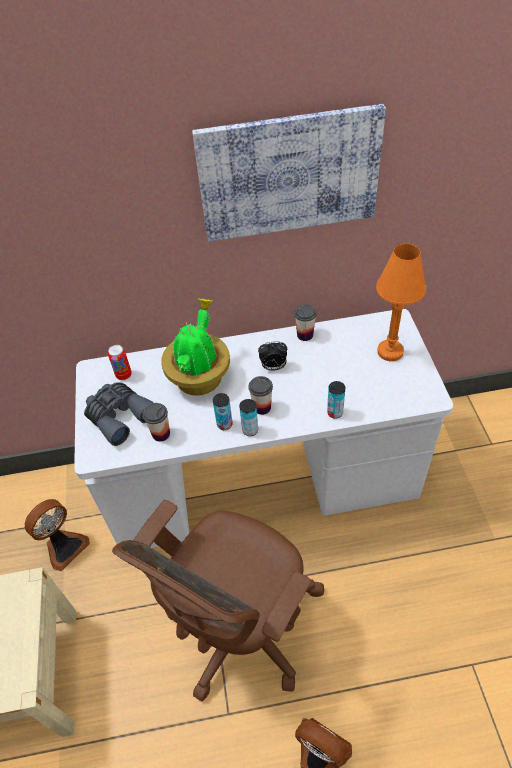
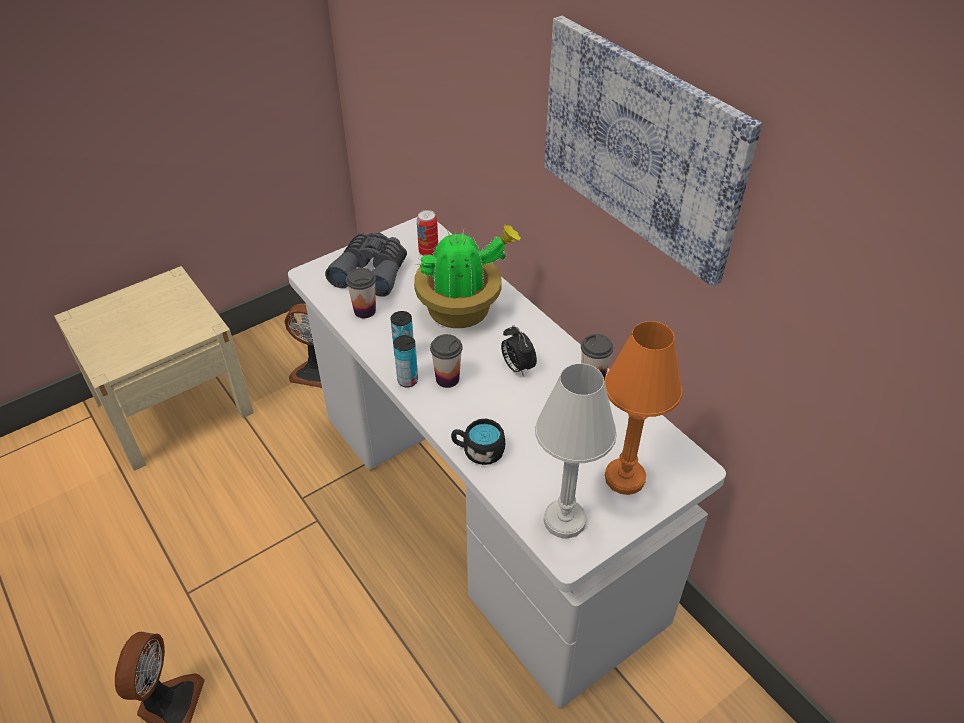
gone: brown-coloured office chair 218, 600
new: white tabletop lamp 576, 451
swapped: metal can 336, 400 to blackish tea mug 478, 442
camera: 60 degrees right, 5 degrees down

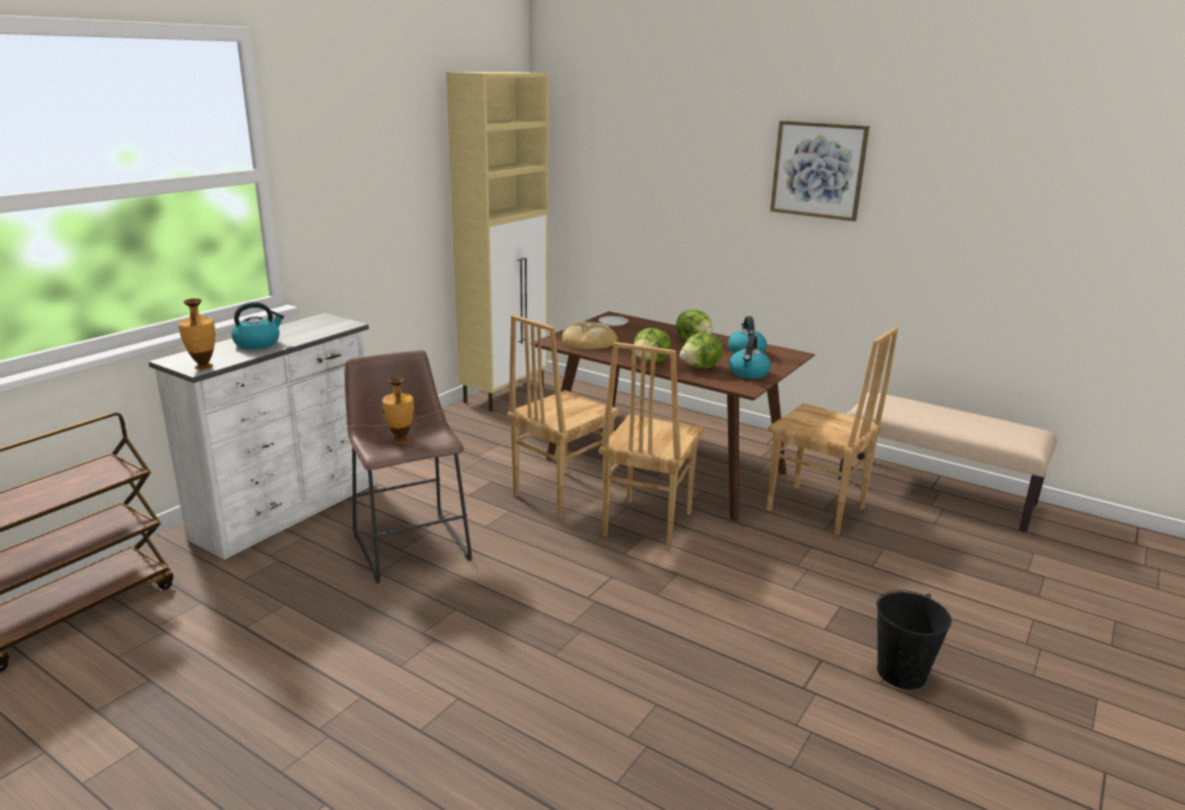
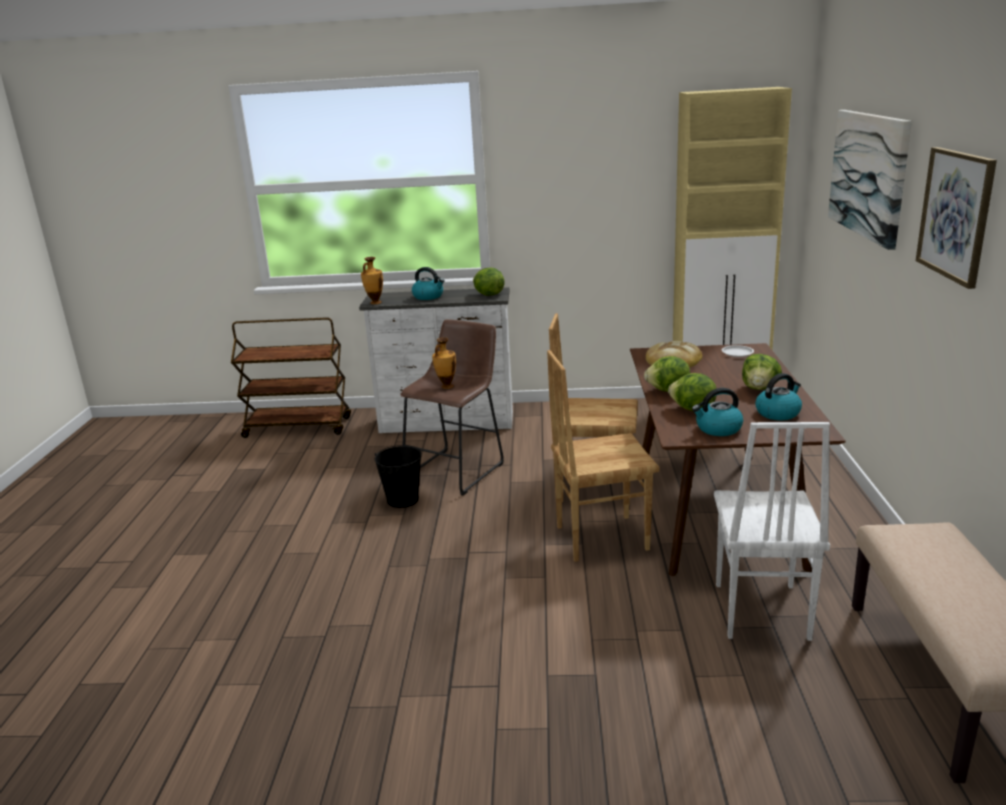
new: picture 870, 180; lettuce 489, 282
shifted: blackish pail 914, 639 to 398, 476
repainted: brown-coloured plain chair 832, 431 to white plain chair 772, 531
camera: 60 degrees right, 0 degrees up

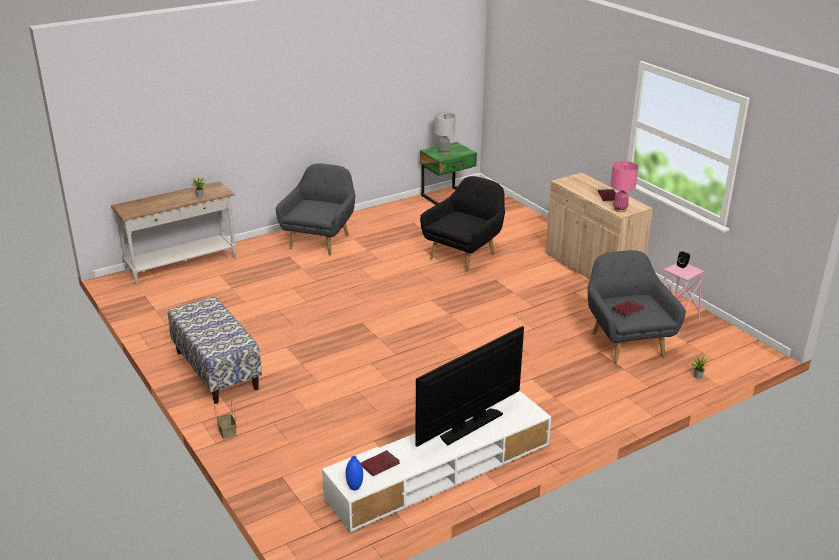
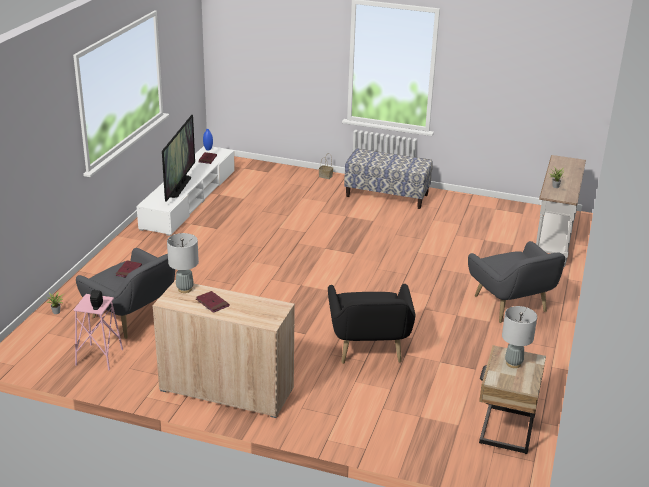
repainted: green-coloured nightstand 448, 173 to sand-coloured nightstand 512, 399; pink-coloured tabletop lamp 624, 186 to greyish tabletop lamp 183, 263
camera: 140 degrees right, 0 degrees up

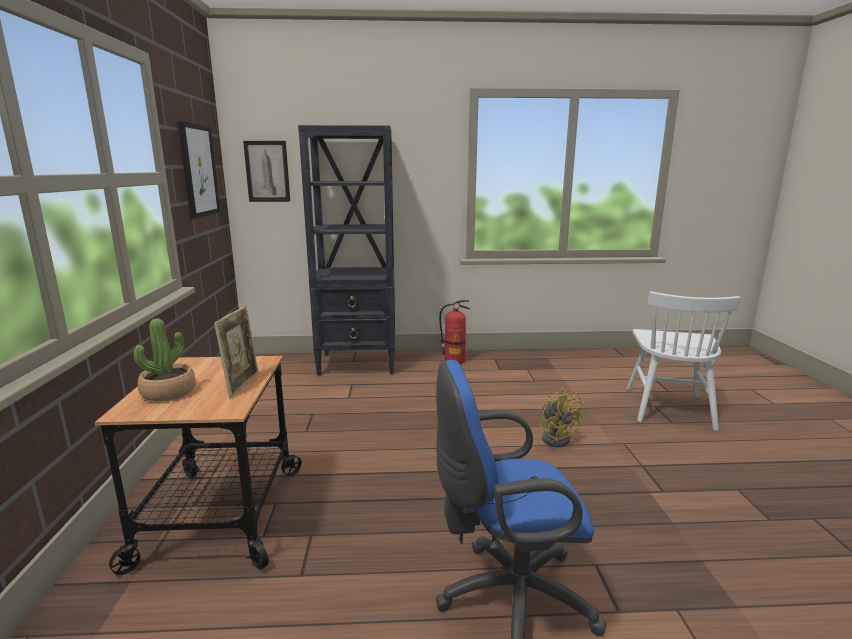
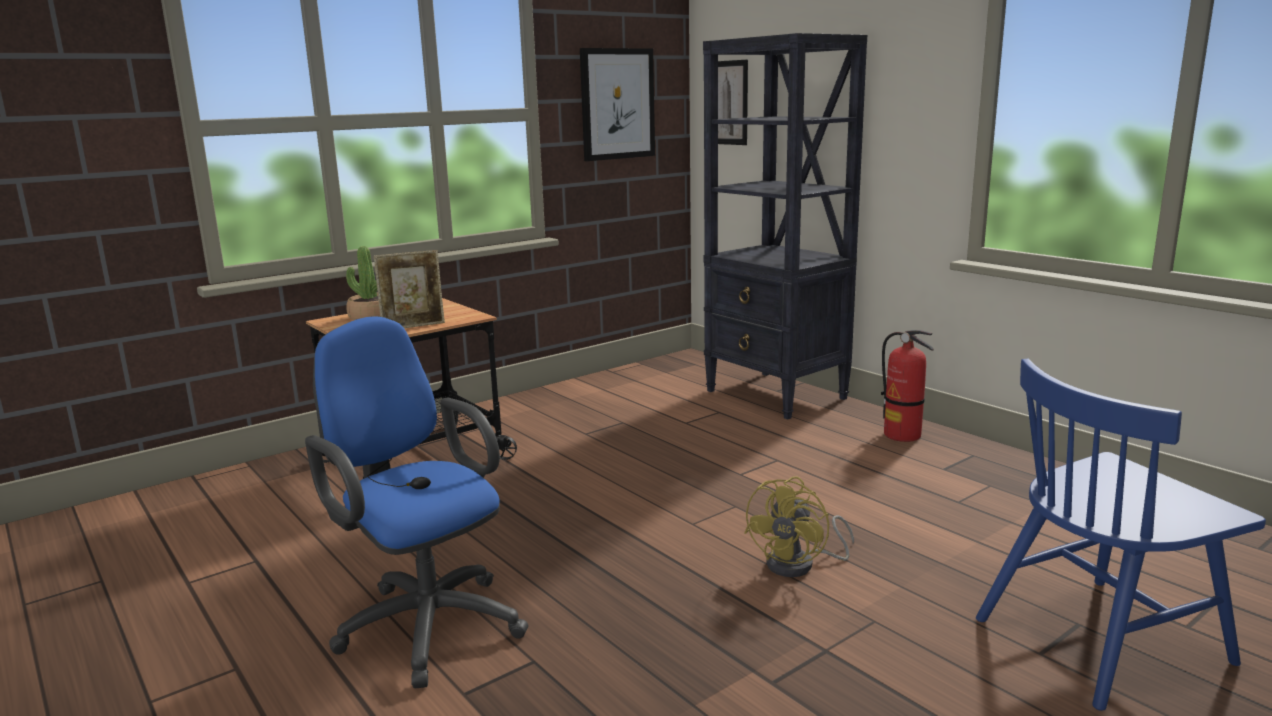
repainted: white plain chair 683, 361 to blue-coloured plain chair 1121, 535
camera: 55 degrees right, 0 degrees up

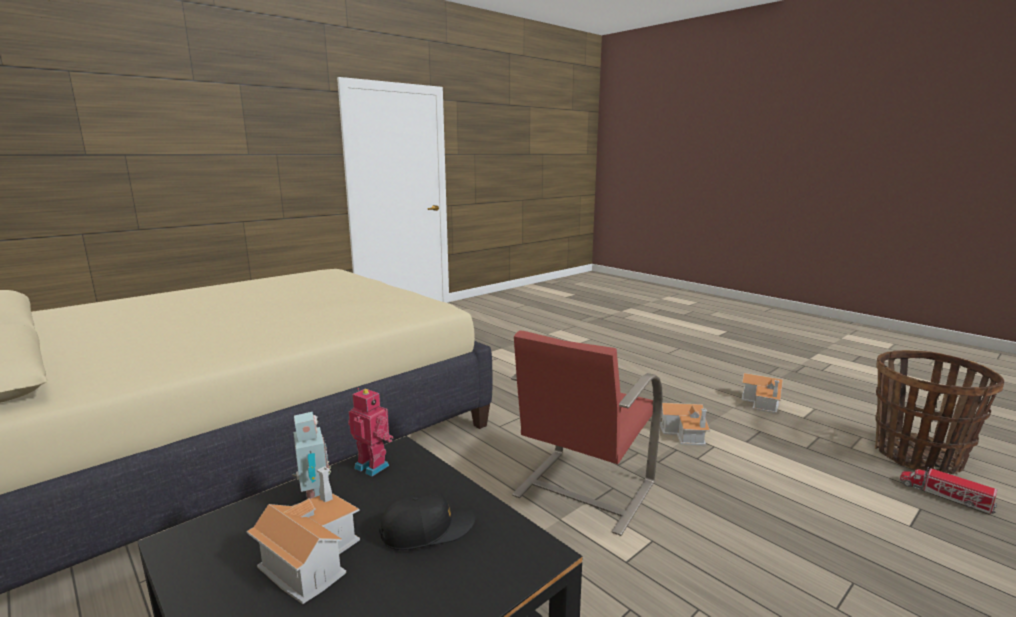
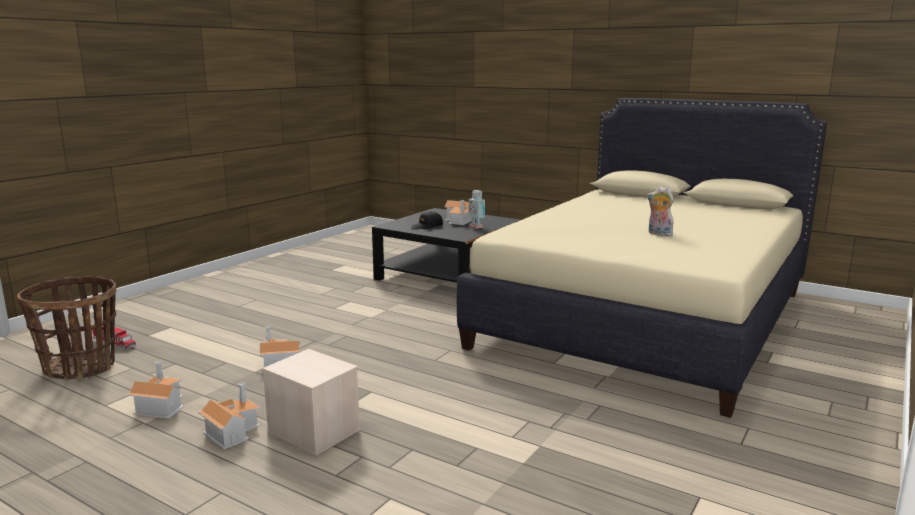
gone: red plain chair 587, 433; robot figure 370, 432
new: plush toy 660, 211; sand-coloured storage container 311, 402; model house 229, 415
camera: 165 degrees right, 0 degrees up

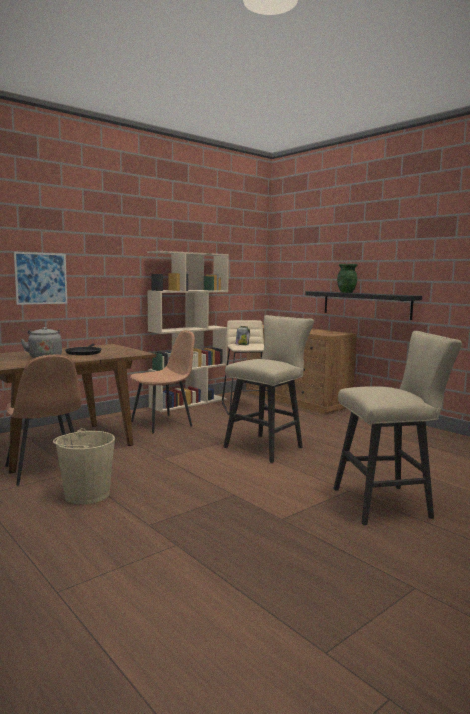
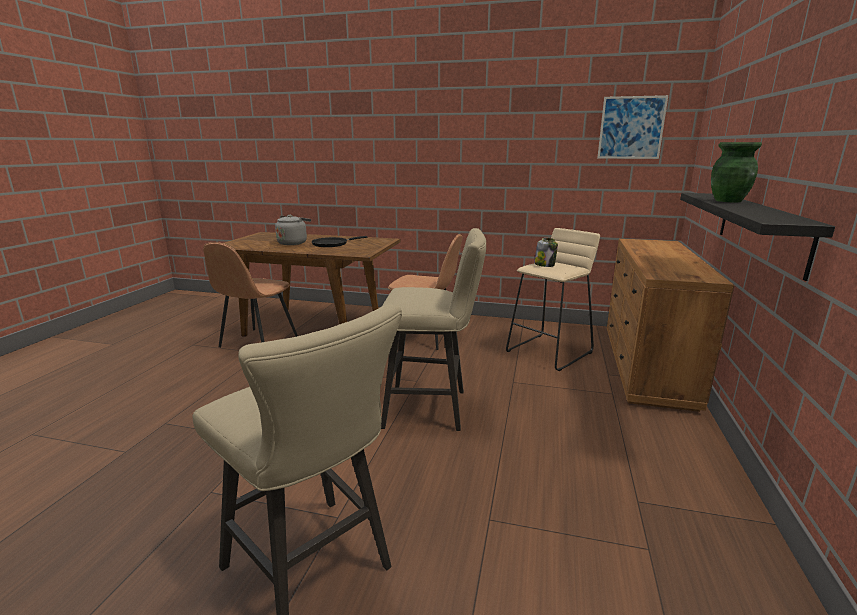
gone: sand-coloured bookshelf 188, 331; sand-coloured pail 84, 466
shifted: picture 40, 278 to 632, 127
camera: 55 degrees right, 10 degrees up

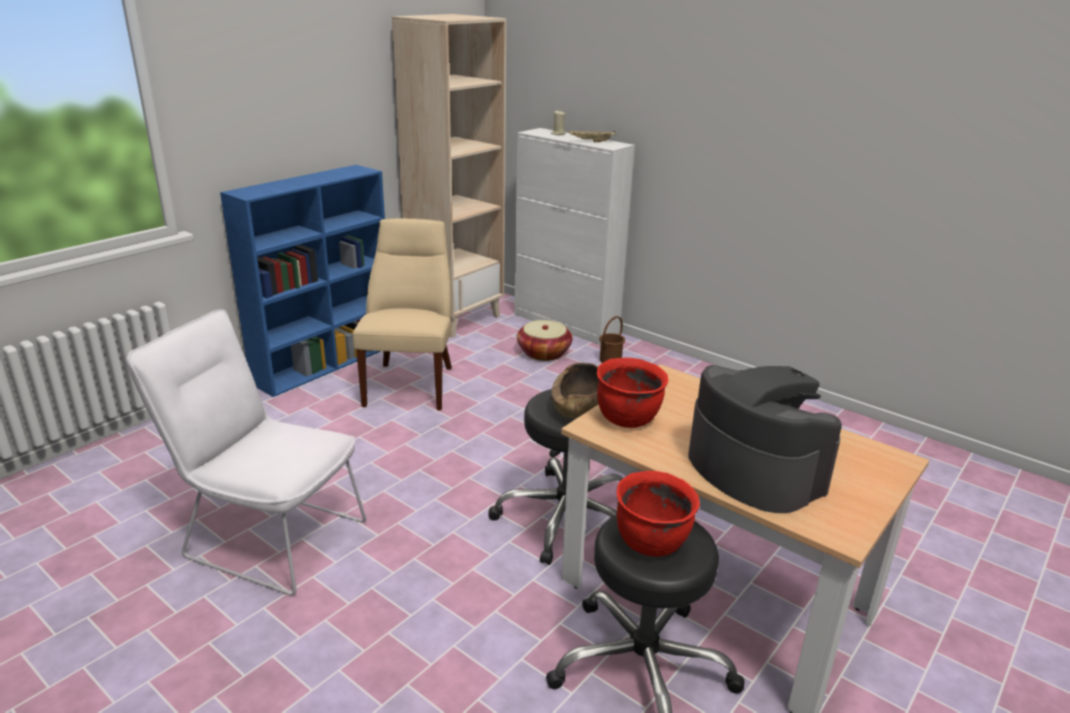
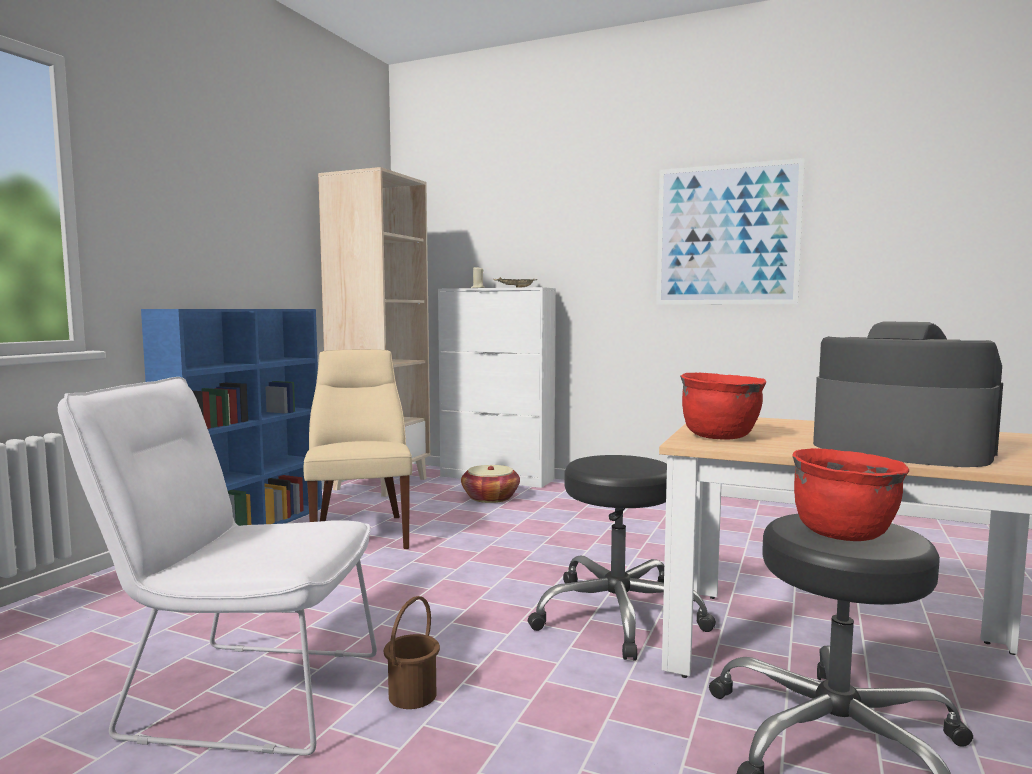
gone: brown-coloured deep dish 575, 390
new: picture 730, 231
shifted: brown-coloured pail 612, 339 to 412, 652
camera: 15 degrees left, 20 degrees down

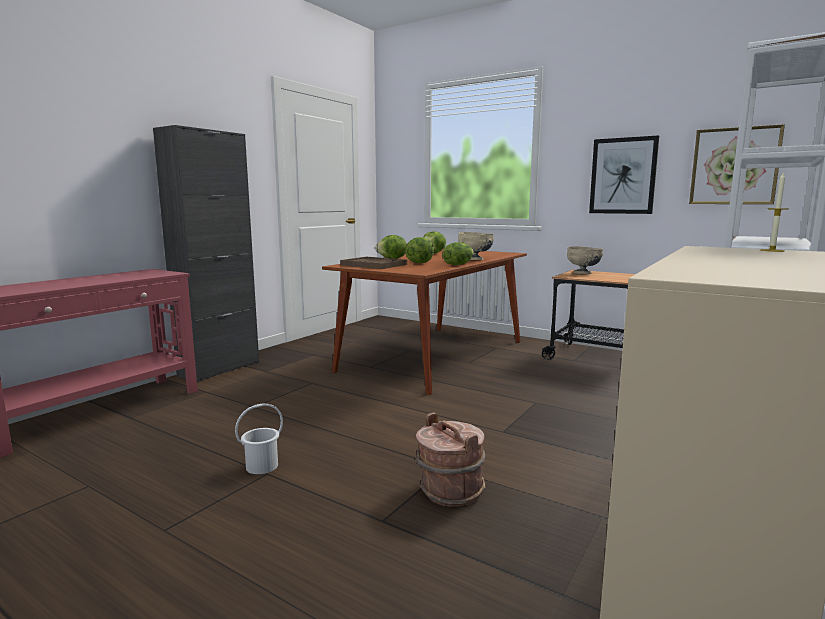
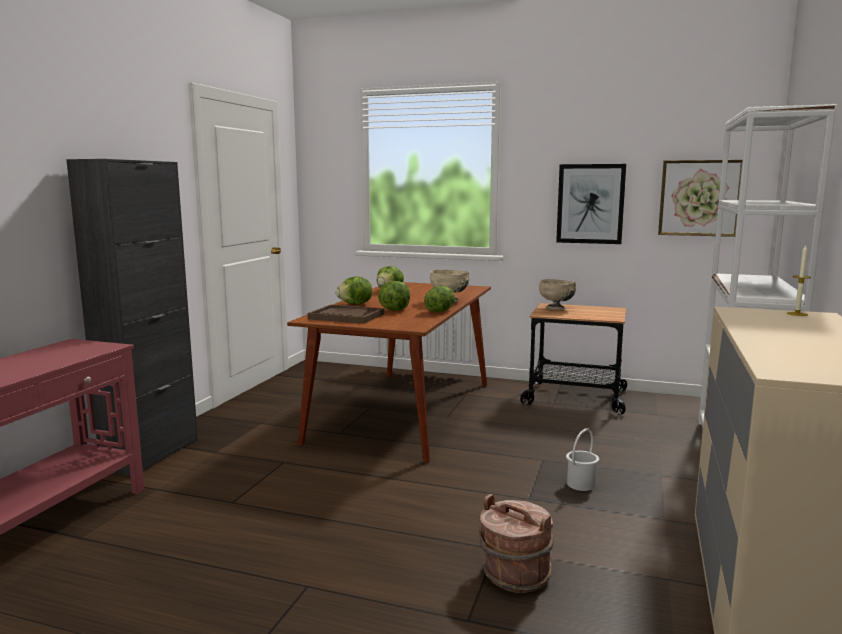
shifted: white pail 259, 439 to 582, 460
camera: 15 degrees left, 0 degrees up

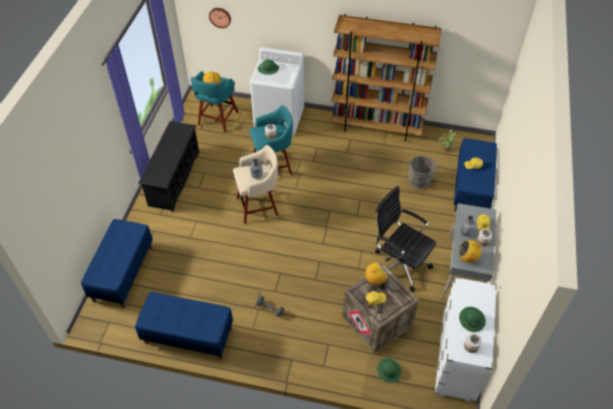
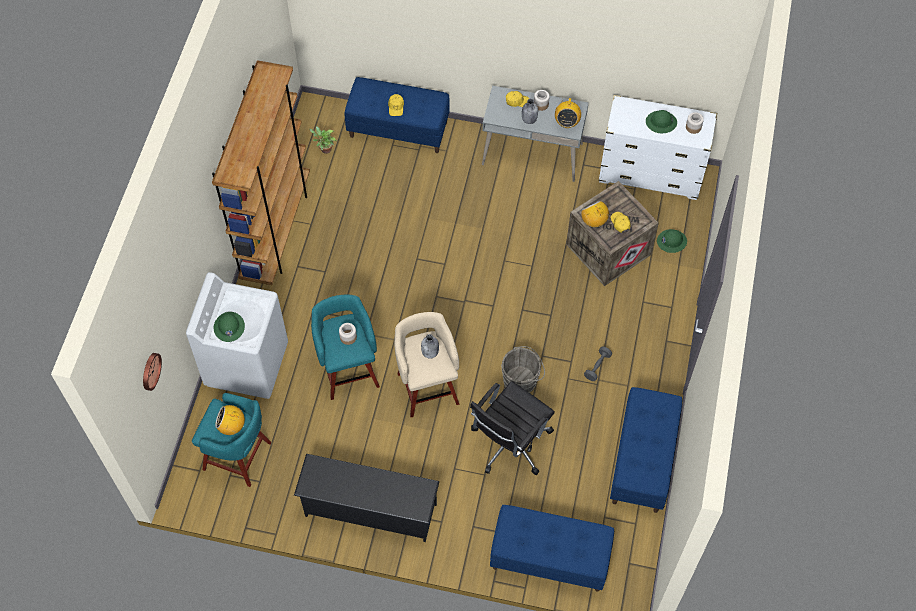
shifted: greyish pail 423, 172 to 523, 369; blackish office chair 405, 239 to 512, 428
camera: 90 degrees left, 10 degrees up

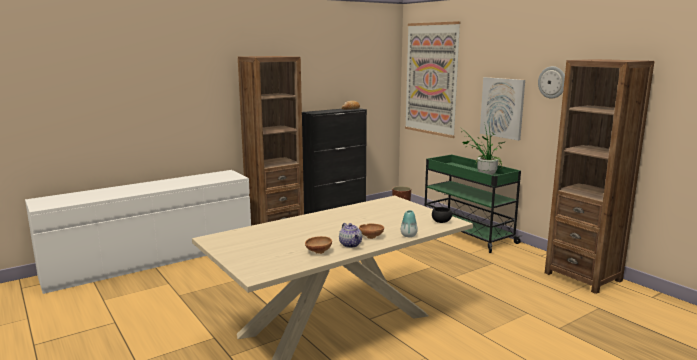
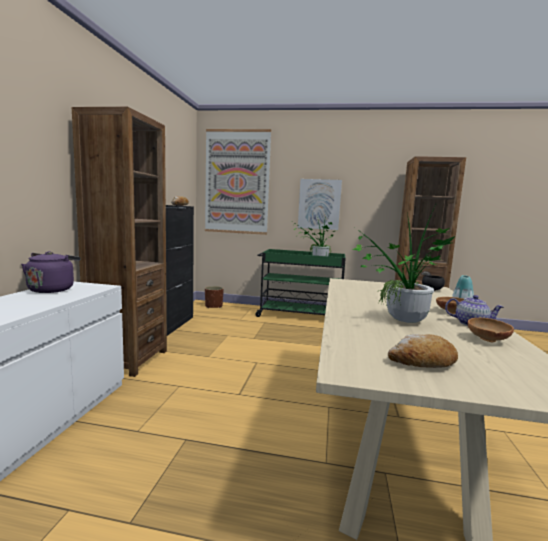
gone: hanging clock 551, 82
new: plant in a pot 403, 265; purple-coloured tea kettle 51, 272; bakery bread 423, 351
camera: 45 degrees left, 5 degrees down

